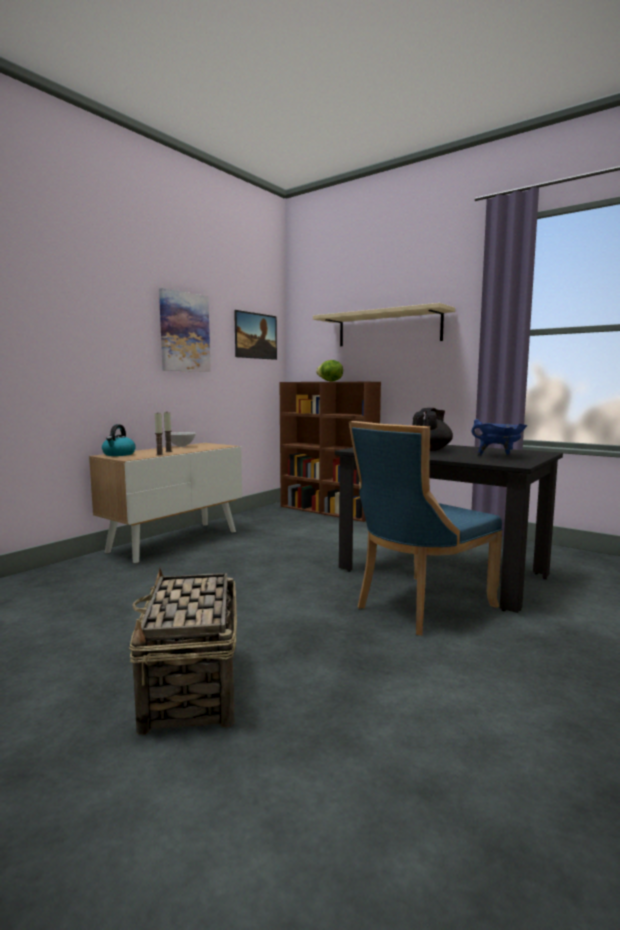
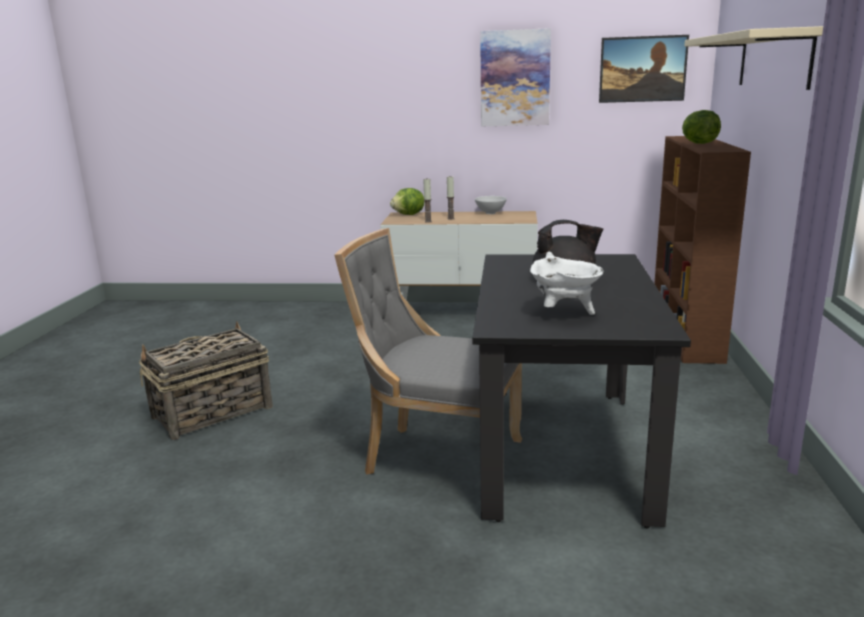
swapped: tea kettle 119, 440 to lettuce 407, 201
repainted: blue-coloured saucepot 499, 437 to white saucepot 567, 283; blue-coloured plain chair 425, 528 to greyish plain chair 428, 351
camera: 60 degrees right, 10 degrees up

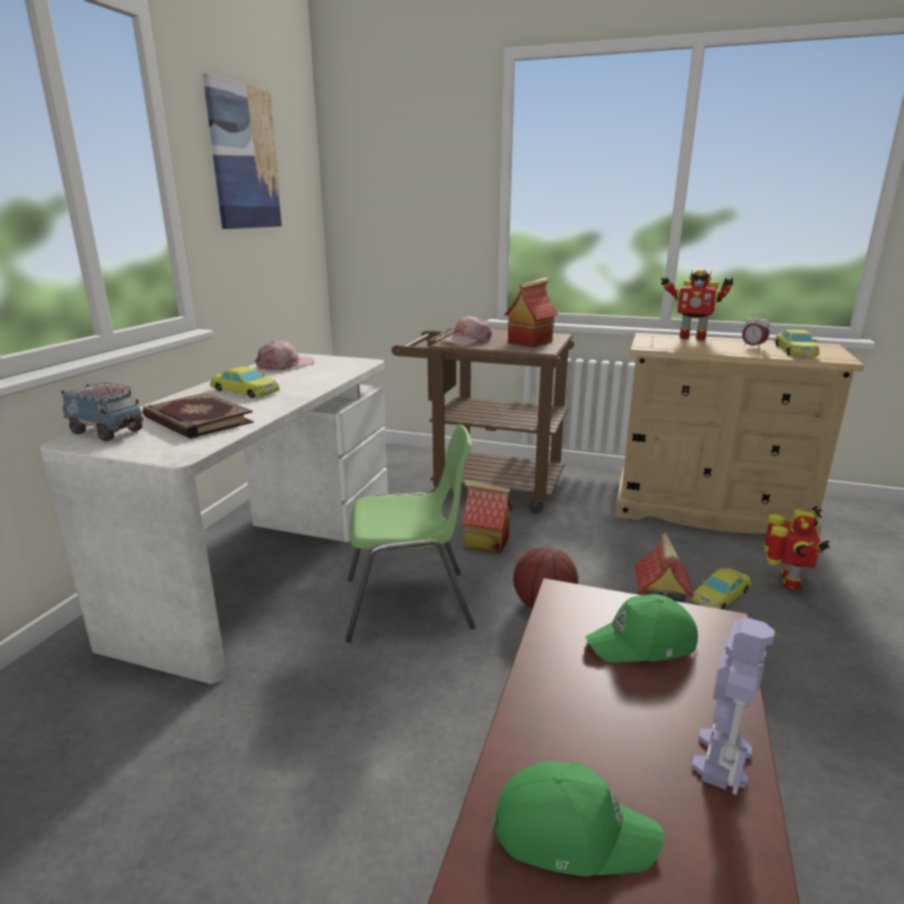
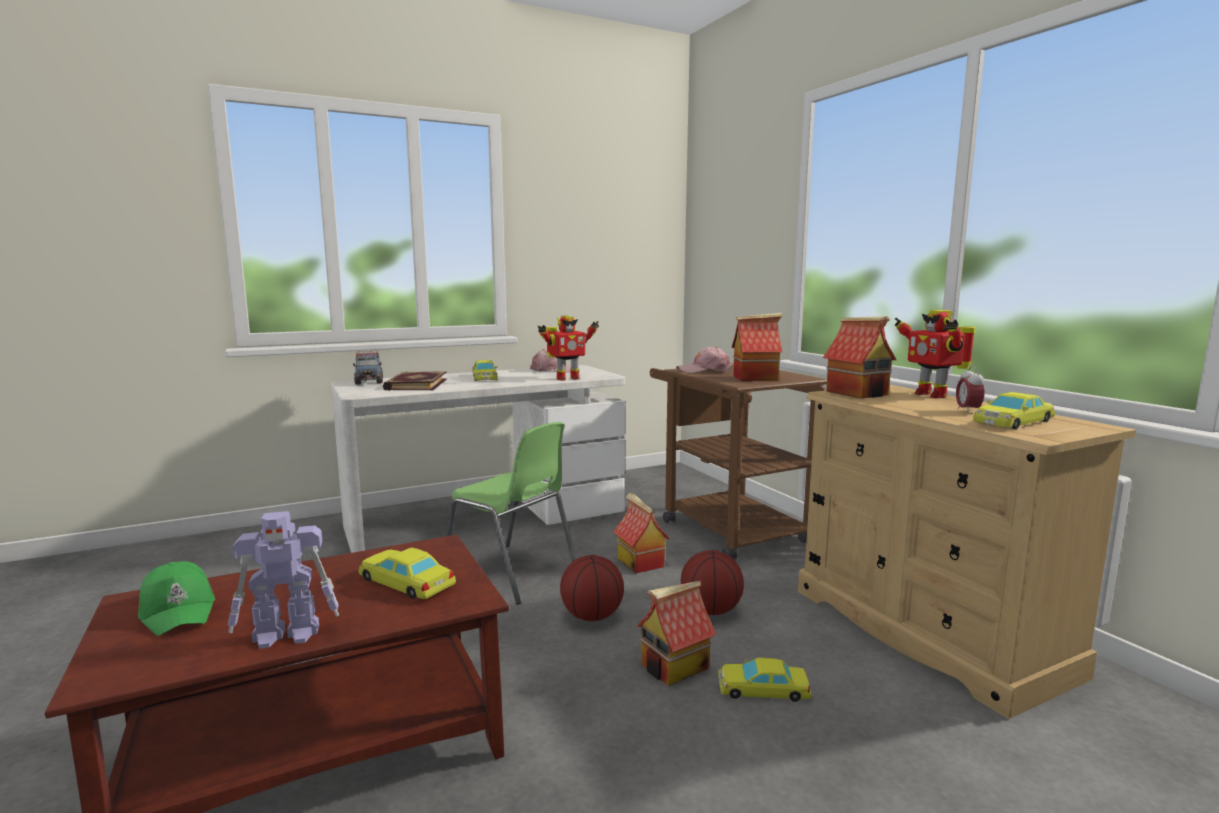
gone: picture 243, 151
new: model house 859, 357; basketball 712, 582
shifted: robot figure 796, 548 to 568, 348
swapped: green-coloured cap 641, 628 to yellowish toy car 407, 573
camera: 45 degrees right, 10 degrees down

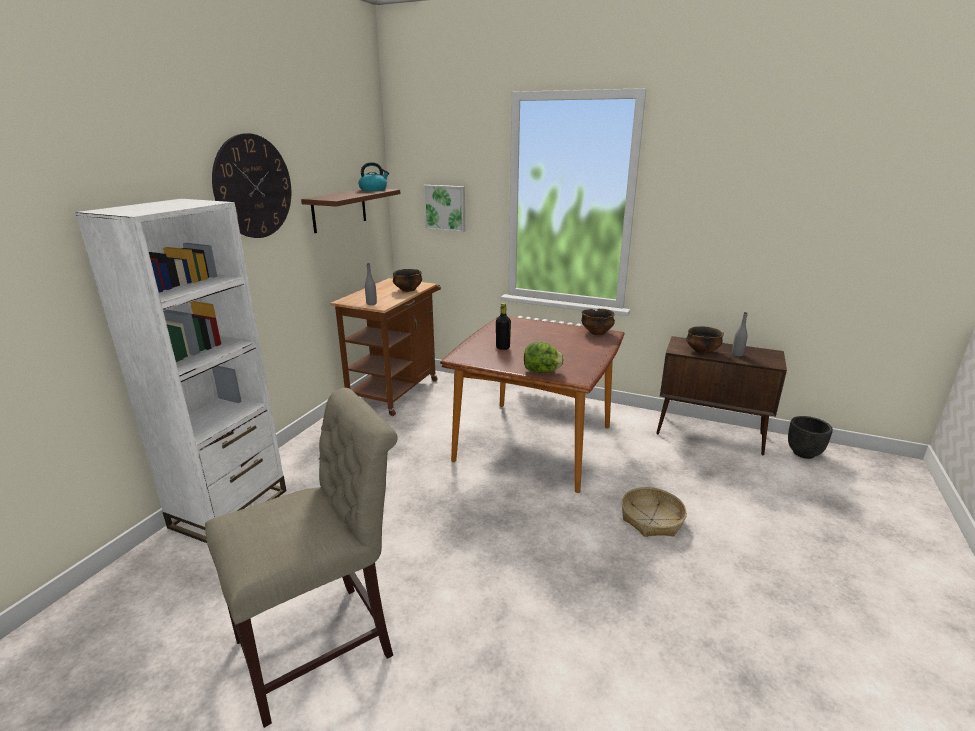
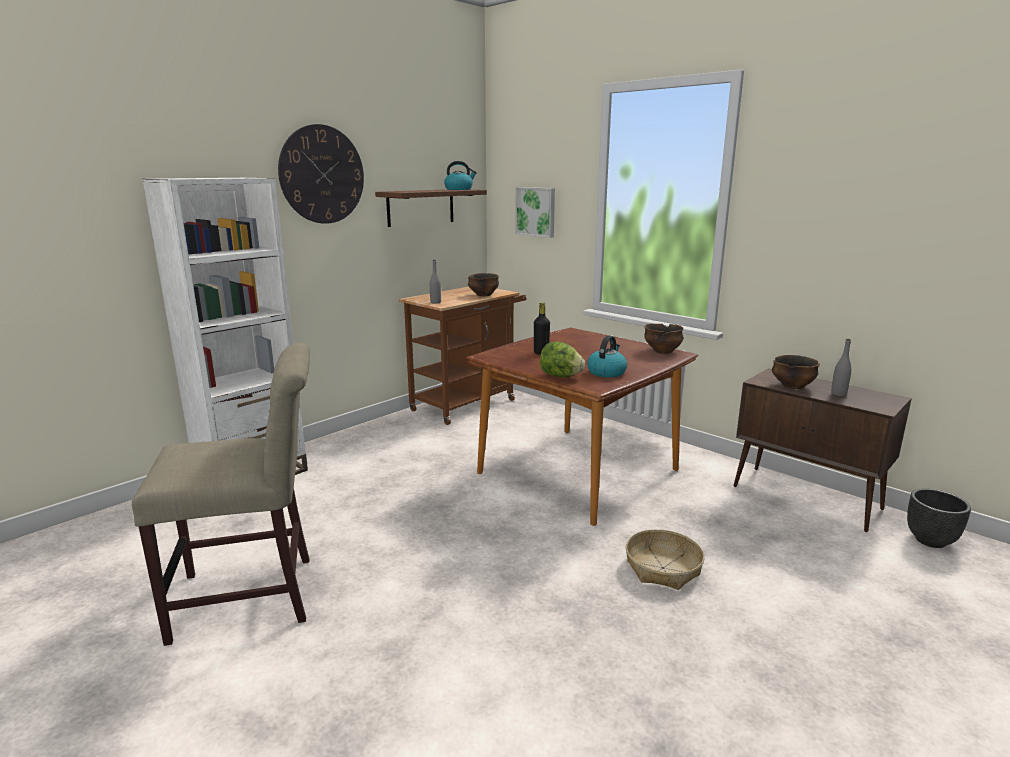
new: tea kettle 607, 357
camera: 20 degrees right, 5 degrees down

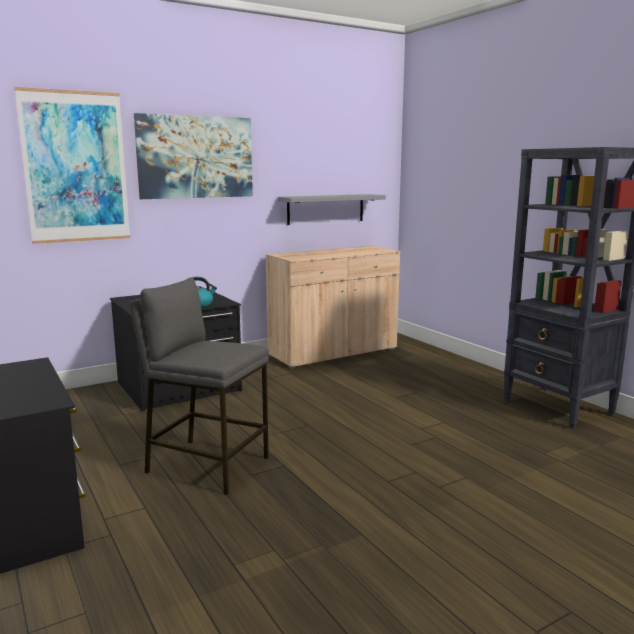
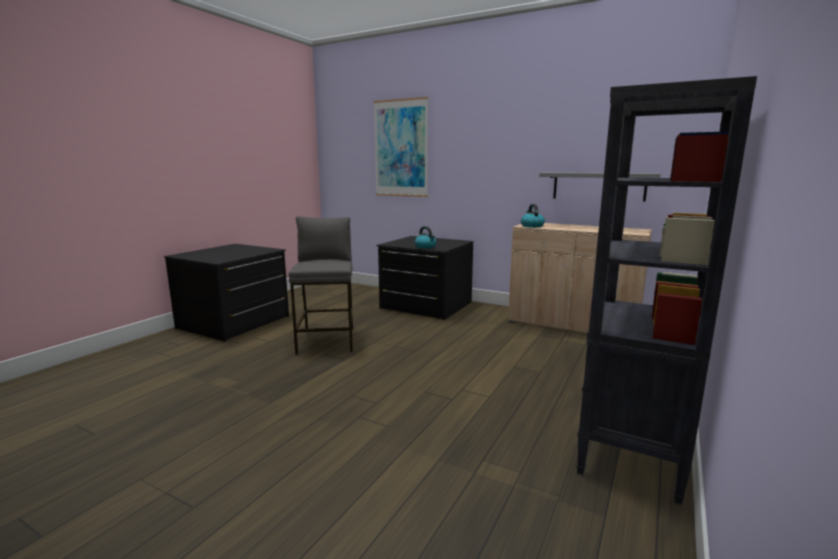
gone: picture 193, 156
new: tea kettle 533, 216
camera: 60 degrees right, 0 degrees up

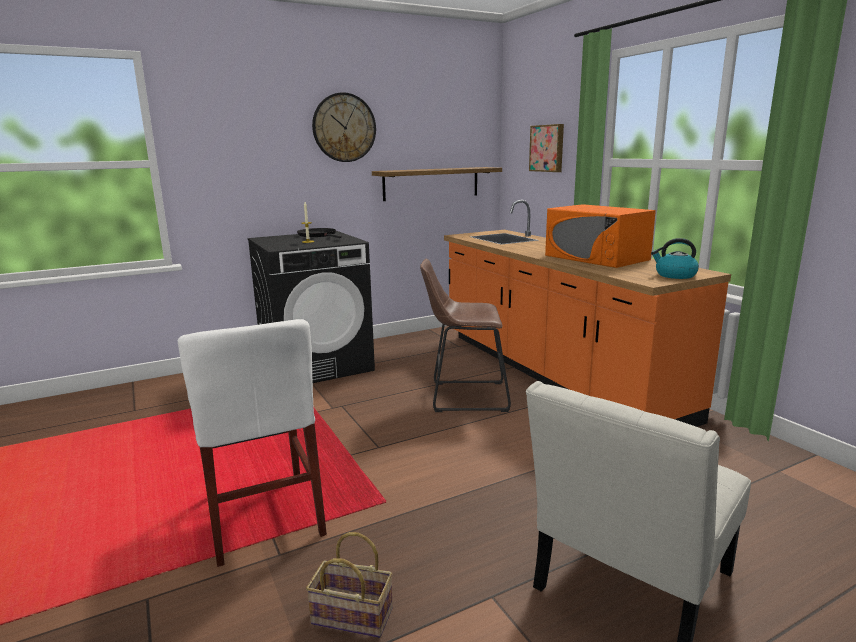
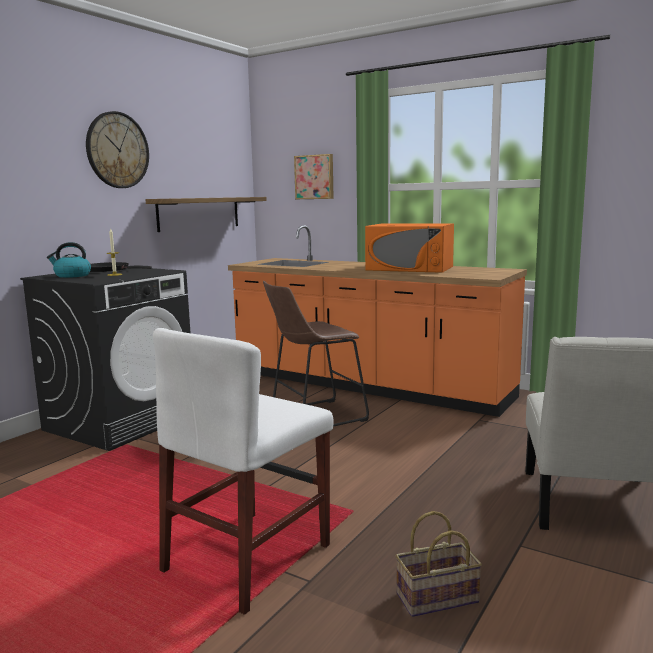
shifted: tea kettle 675, 258 to 69, 260
rotated: white plain chair 252, 443 = 243, 471 90 degrees clockwise
camera: 30 degrees left, 5 degrees down

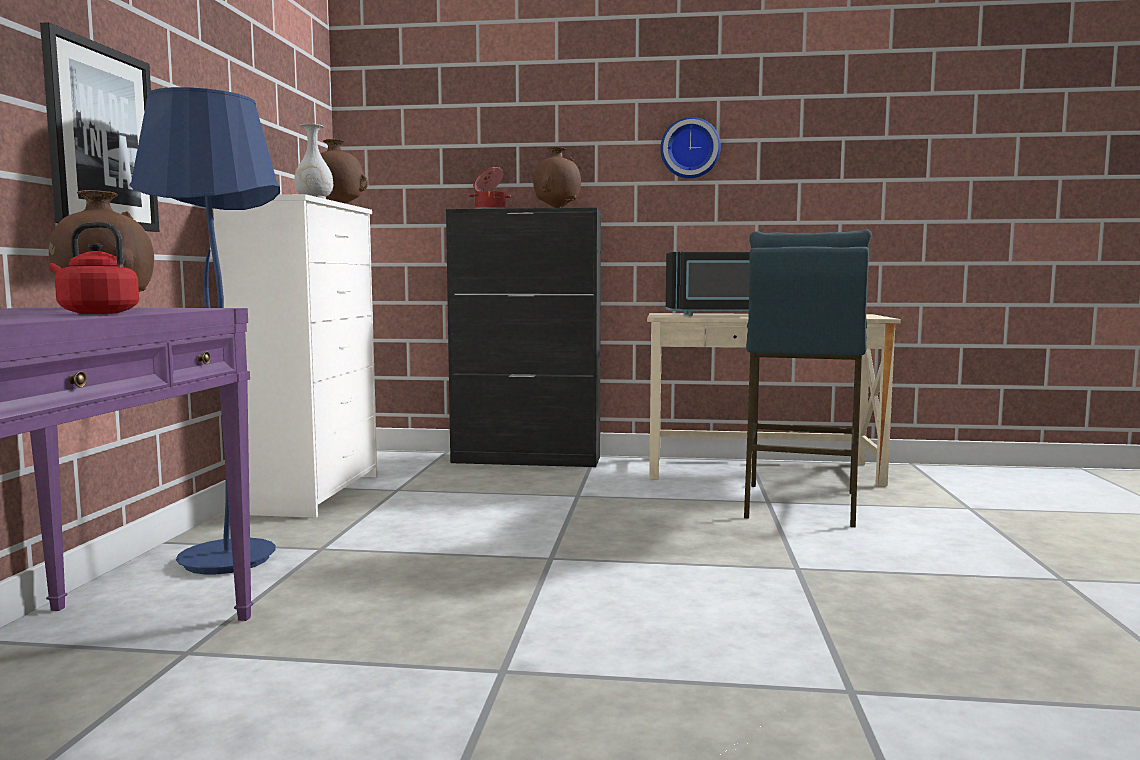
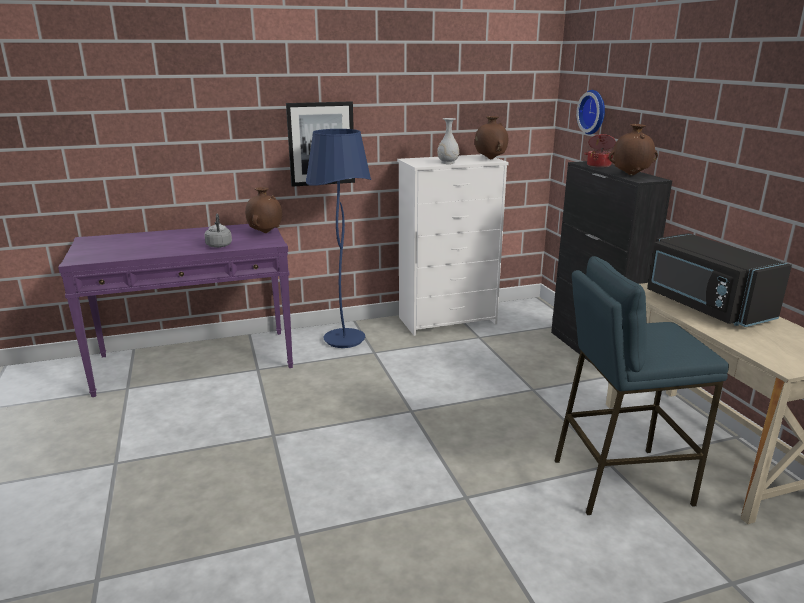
shifted: hanging clock 690, 147 to 590, 112
repainted: red tea kettle 94, 268 to greyish tea kettle 218, 231
camera: 65 degrees right, 15 degrees up

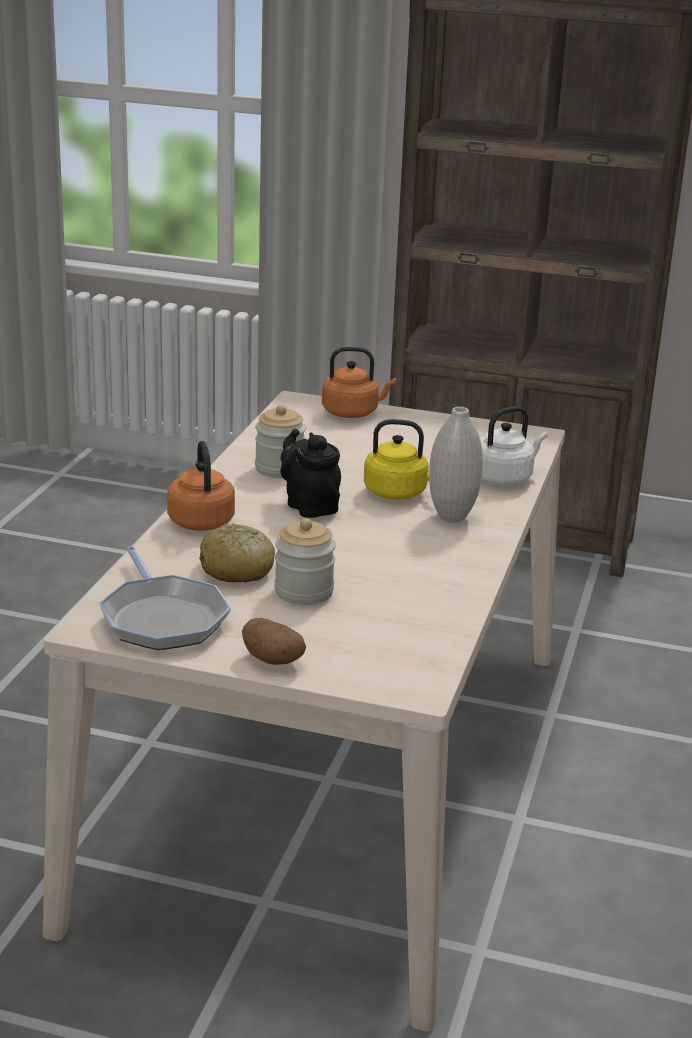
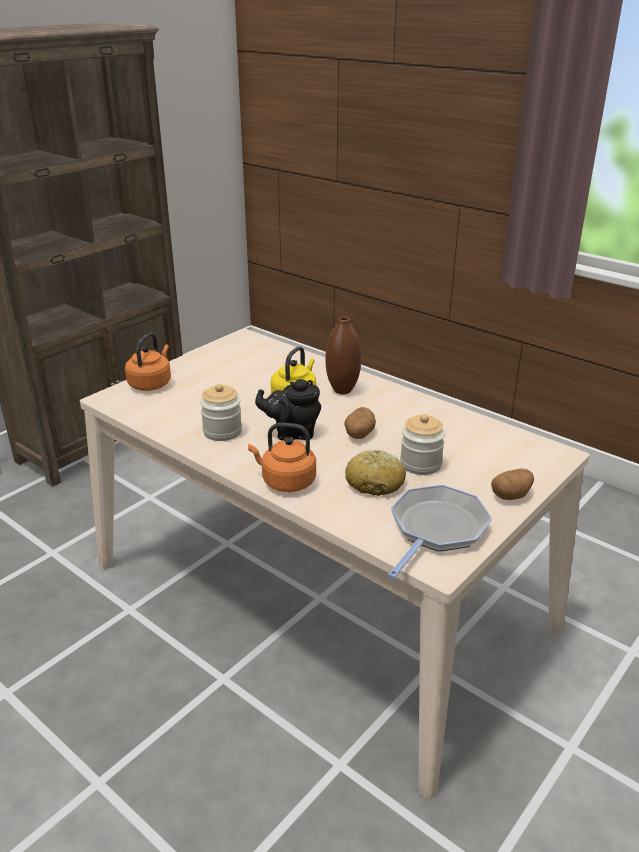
gone: white tea kettle 514, 445
new: spud 360, 423
repainted: white vase 456, 464 to brown-coloured vase 343, 355
rotated: frying pan 165, 598 = 440, 532 60 degrees counterclockwise
camera: 65 degrees left, 5 degrees up

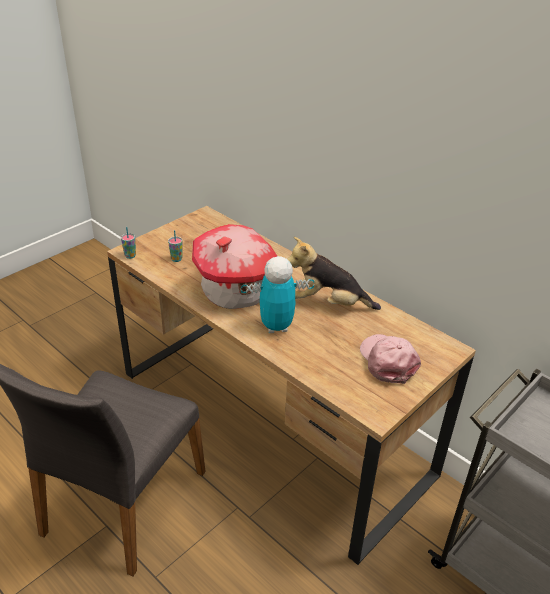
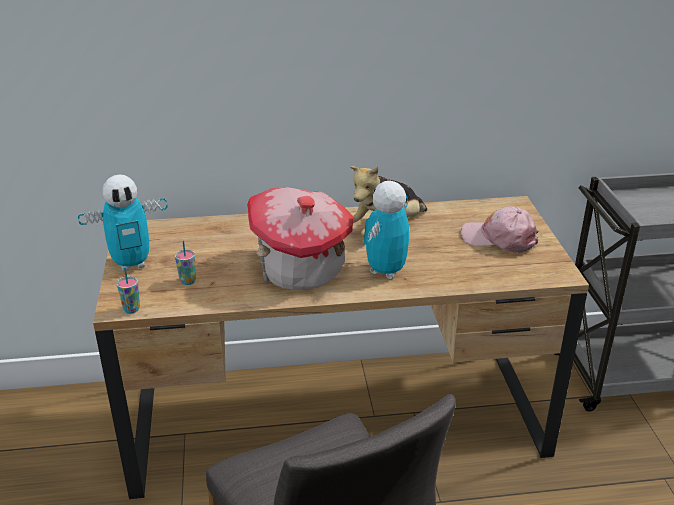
new: robot figure 123, 223
camera: 50 degrees left, 5 degrees down

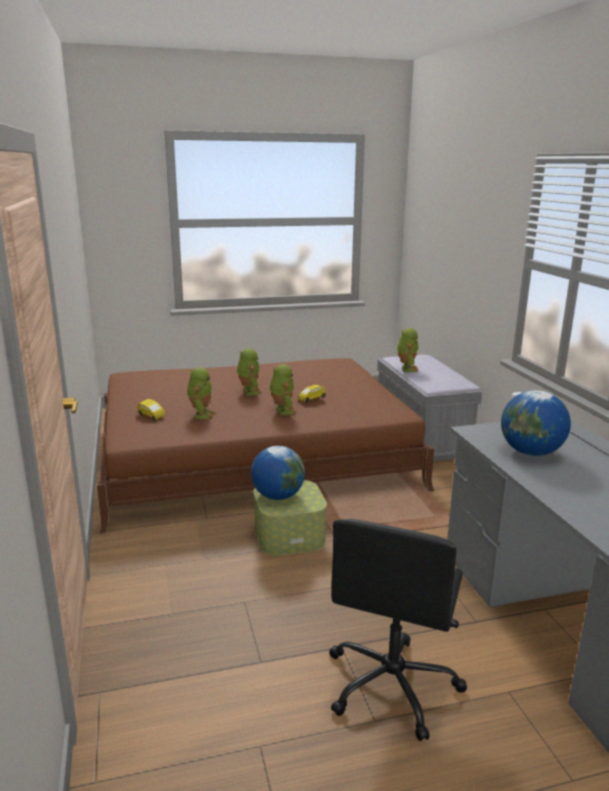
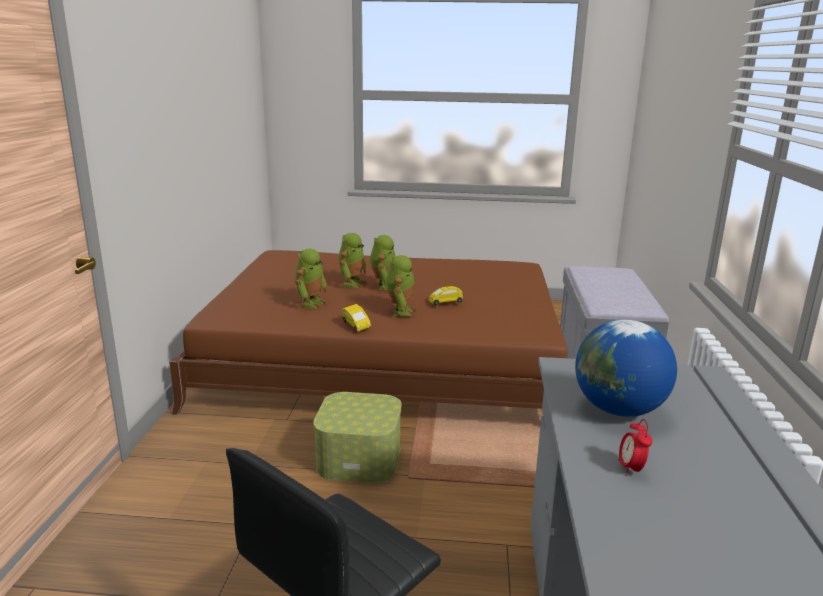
gone: globe 278, 473
new: bedside clock 635, 447
shifted: robot figure 408, 350 to 353, 260; yellowish toy car 151, 410 to 356, 318
camera: 20 degrees right, 0 degrees up

